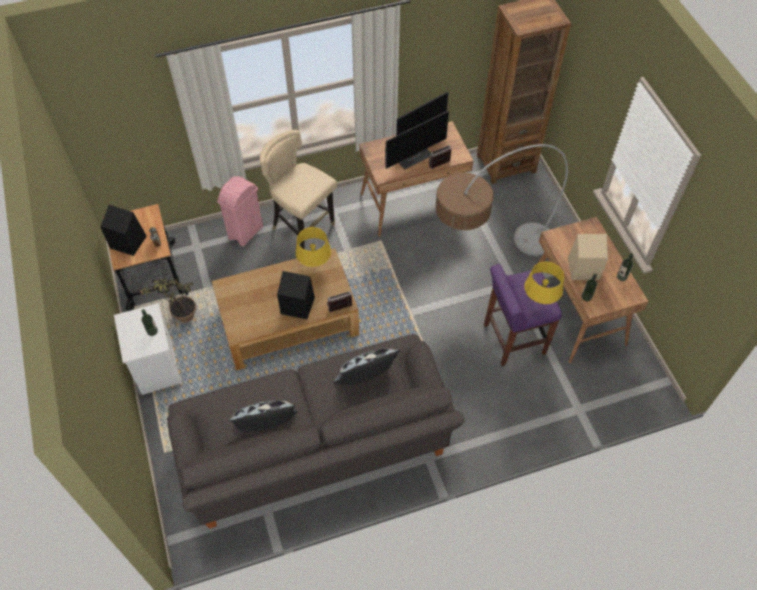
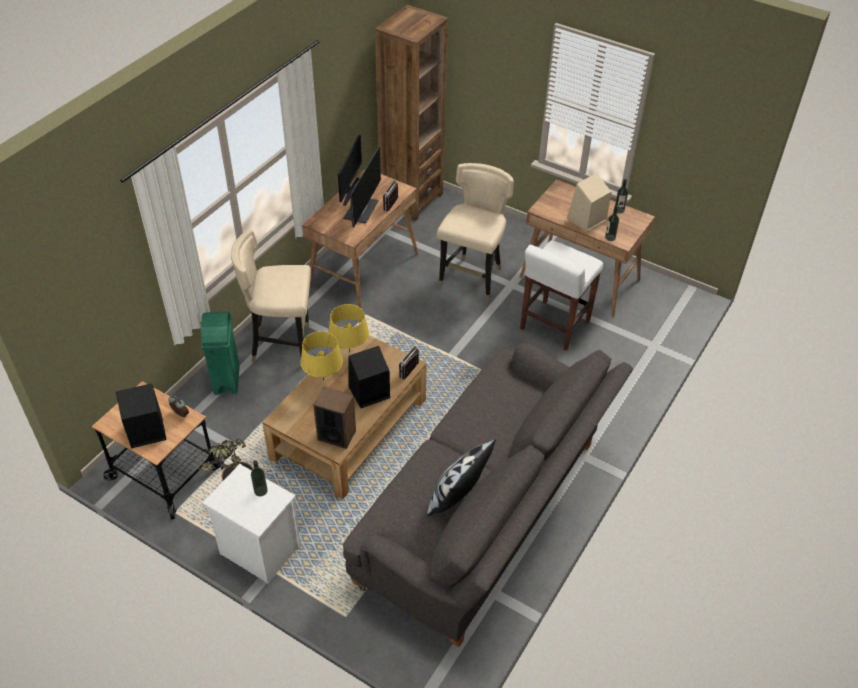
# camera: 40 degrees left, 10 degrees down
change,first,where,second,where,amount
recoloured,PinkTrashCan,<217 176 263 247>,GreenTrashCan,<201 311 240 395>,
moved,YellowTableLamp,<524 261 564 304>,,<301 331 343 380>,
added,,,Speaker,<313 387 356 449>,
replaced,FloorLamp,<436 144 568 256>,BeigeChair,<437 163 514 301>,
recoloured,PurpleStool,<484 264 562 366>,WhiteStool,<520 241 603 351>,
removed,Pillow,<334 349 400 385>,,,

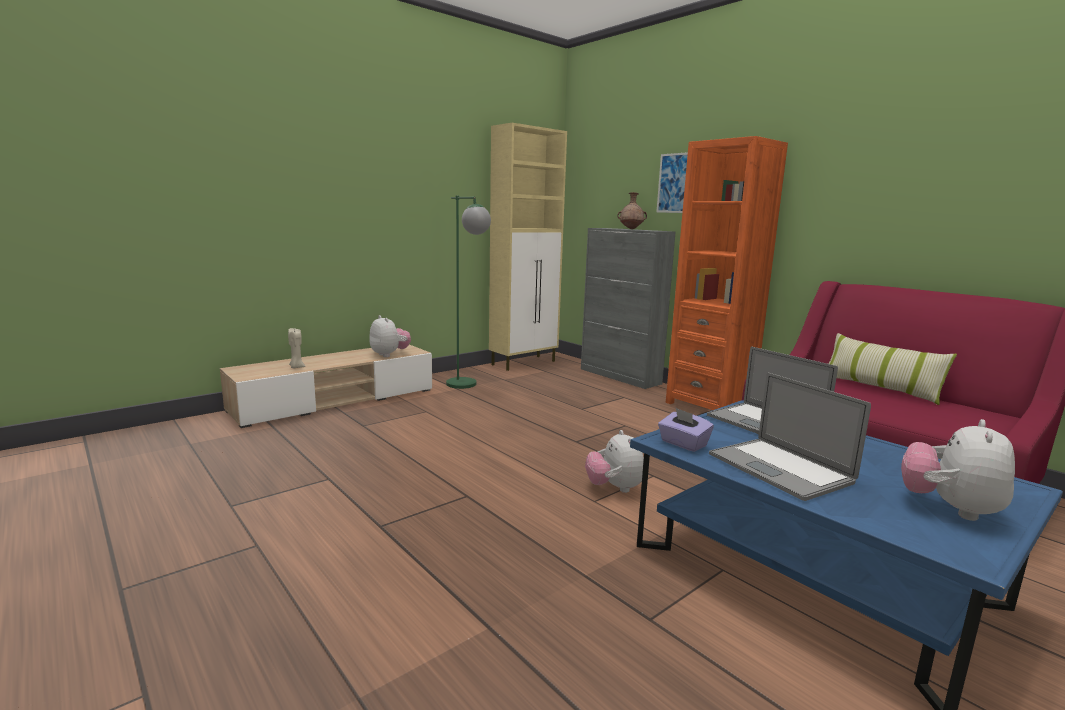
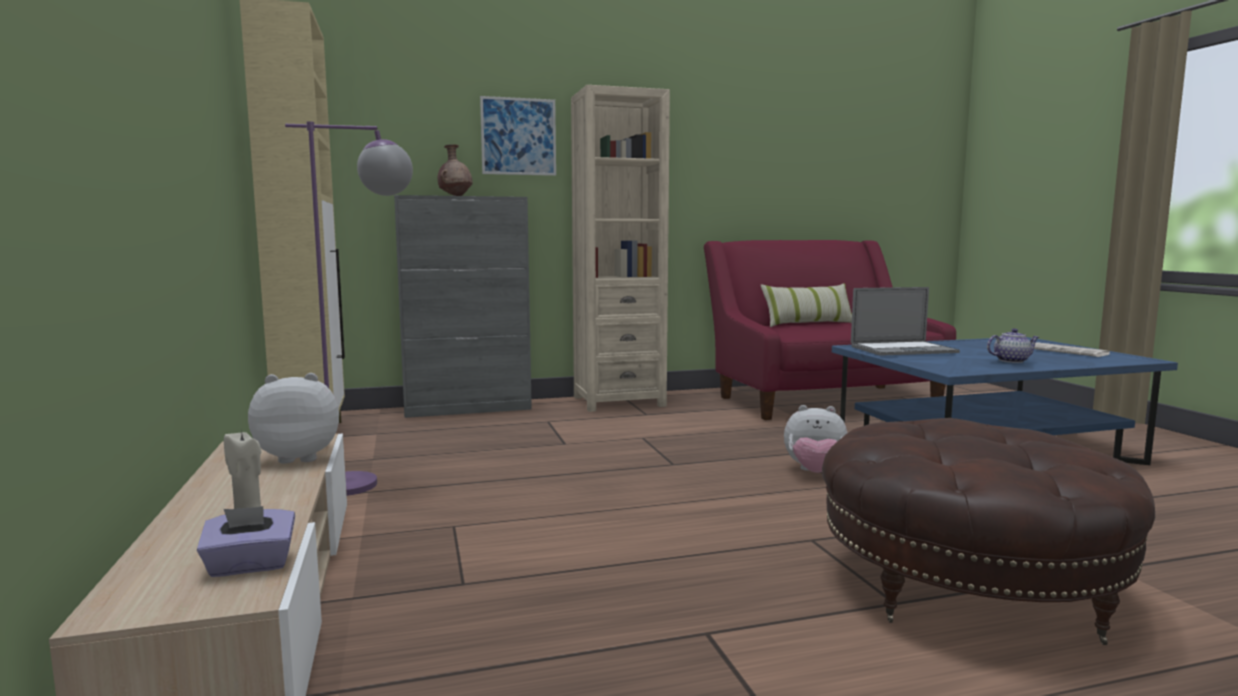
# camera: 65 degrees left, 5 degrees down
change,first,where,second,where,amount
moved,PurpleTissueBox,<658 408 714 452>,,<197 506 295 577>,
recoloured,GreenFloorLamp,<446 196 491 389>,PurpleFloorLamp,<285 121 413 496>,
recoloured,OrangeBookcase,<666 136 788 410>,BeigeBookcase,<571 85 670 412>,
added,,,BrownOttoman,<822 418 1155 645>,
replaced,Laptop,<709 372 871 501>,Teapot,<987 329 1039 363>,
replaced,PlushToy,<901 419 1015 521>,Newspaper,<1034 342 1110 357>,

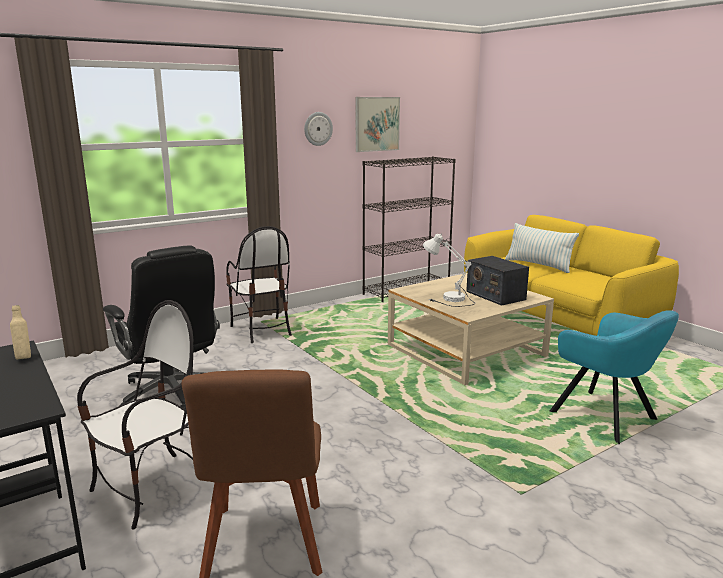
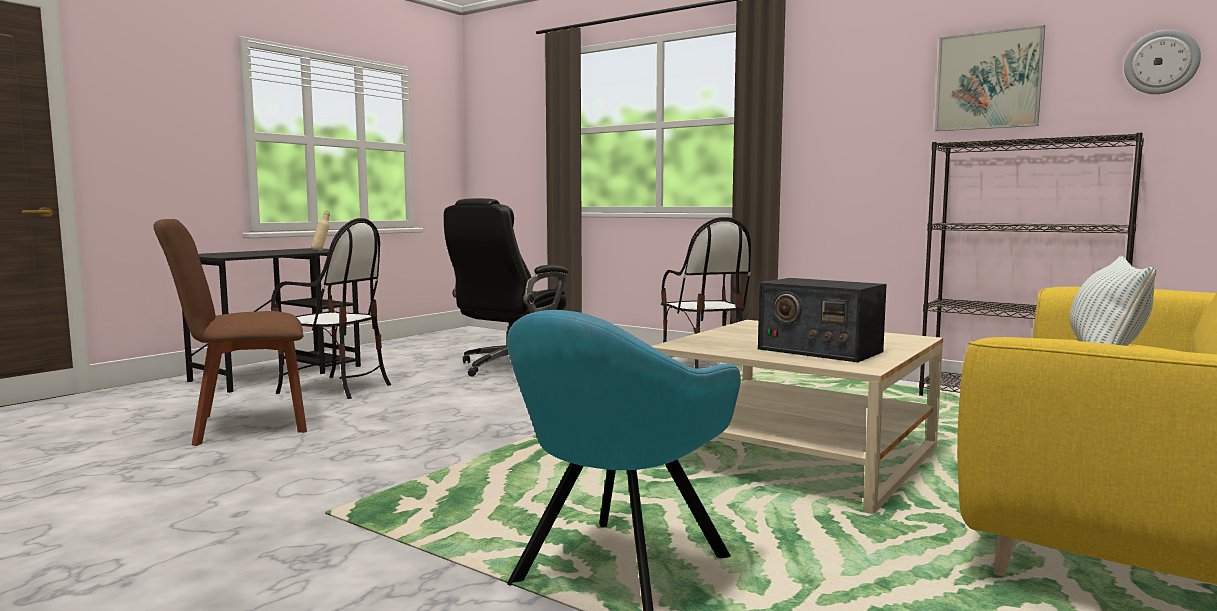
# camera: 70 degrees right, 10 degrees down
change,first,where,second,where,amount
turned,Chair,<226 226 292 343>,,<661 217 751 369>,60 degrees counterclockwise
turned,Radio,<466 256 529 306>,,<758 278 887 362>,90 degrees counterclockwise
moved,WallClock,<304 112 333 146>,,<1124 29 1201 94>,
removed,WhiteTableLamp,<423 233 475 307>,,,

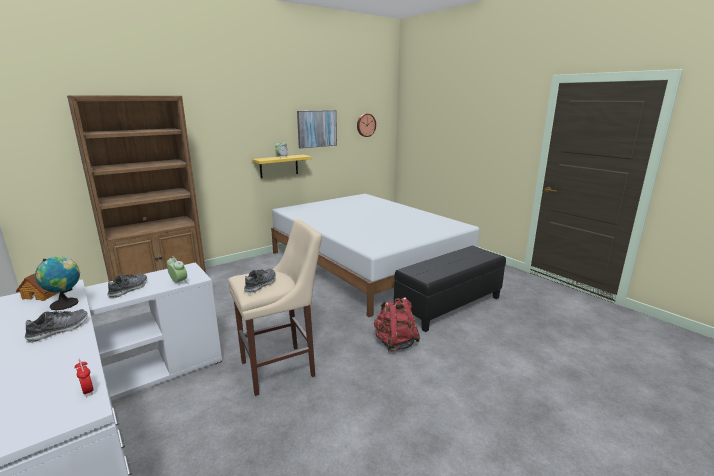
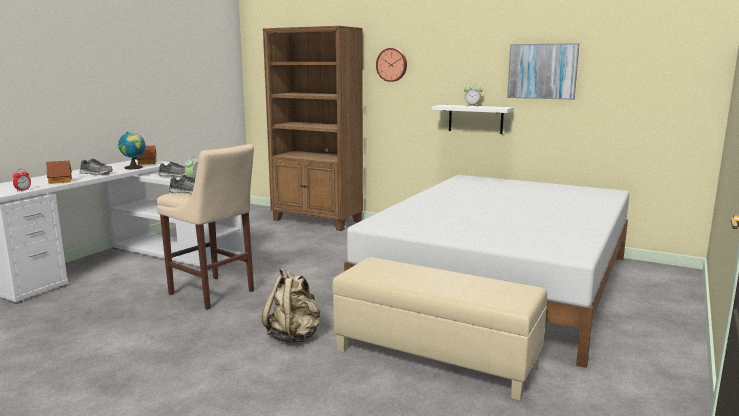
# camera: 65 degrees right, 5 degrees down
change,first,where,second,where,amount
added,,,ToyHouse,<46 161 72 184>,
recoloured,RedBackpack,<374 297 420 352>,BeigeBackpack,<262 268 320 343>,
recoloured,BlackOttoman,<394 246 506 332>,BeigeOttoman,<333 257 547 400>,
moved,WallClock,<357 114 376 137>,,<376 48 407 82>,
recoloured,YellowShelf,<252 155 312 178>,WhiteShelf,<432 105 514 134>,

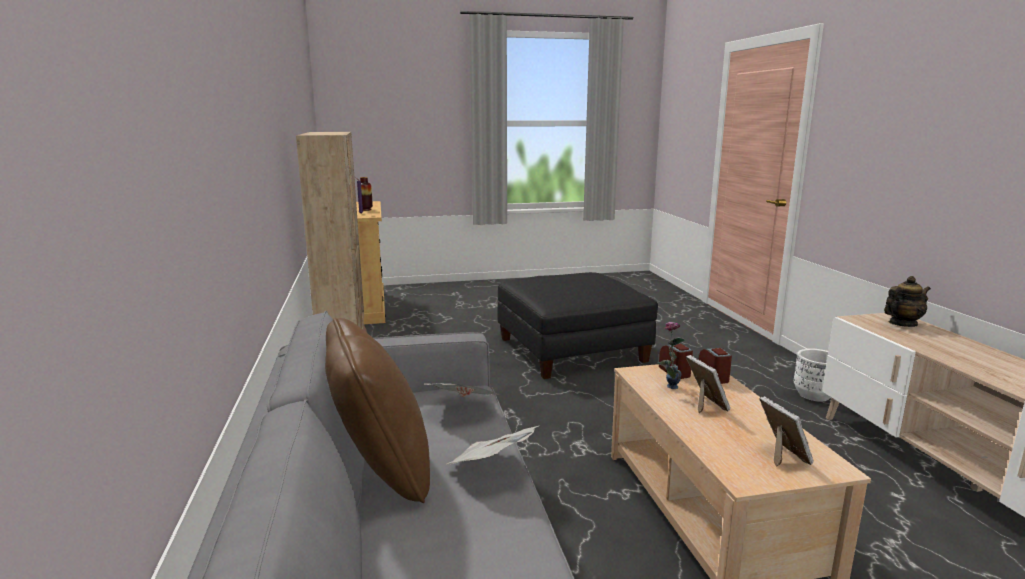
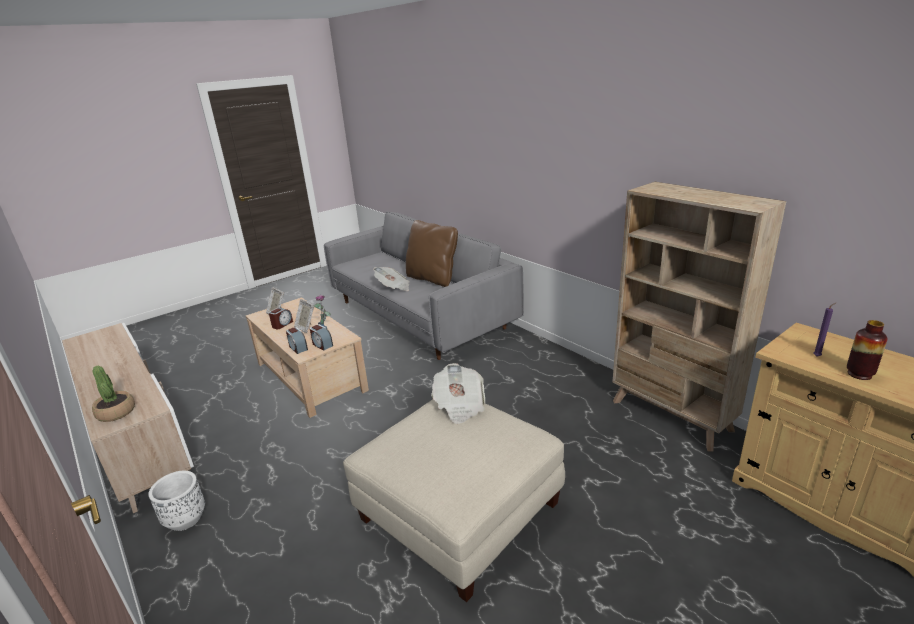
# camera: 155 degrees right, 10 degrees up
change,first,where,second,where,amount
replaced,Teapot,<884 276 931 327>,PottedPlant,<92 366 135 422>,
added,,,AlarmClock,<269 308 293 329>,
recoloured,BlackOttoman,<497 272 658 379>,BeigeOttoman,<343 399 565 602>,
moved,Newspaper,<424 383 500 397>,,<431 363 485 424>,

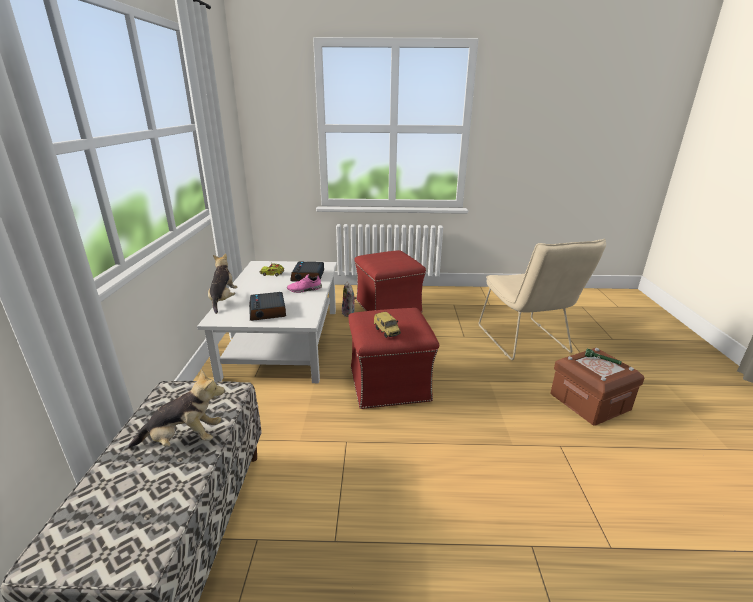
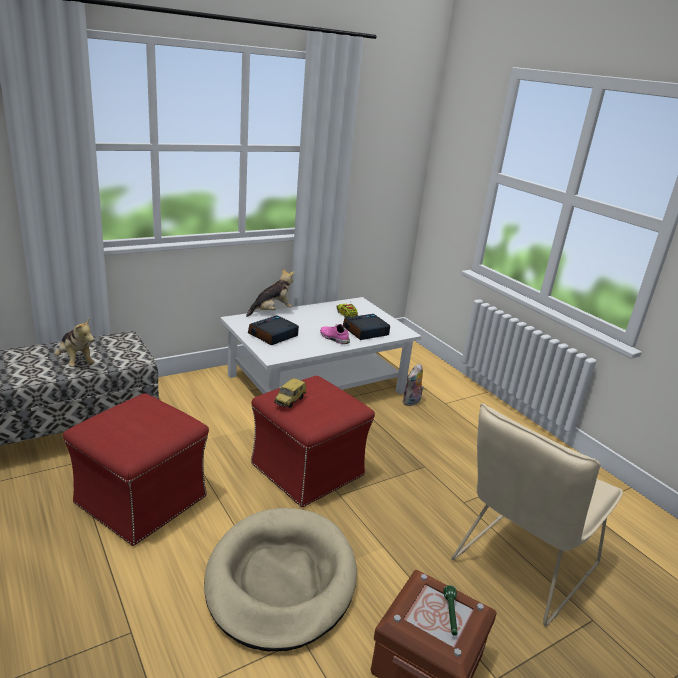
# camera: 55 degrees right, 0 degrees up
change,first,where,second,where,amount
moved,RedOttoman,<354 250 426 313>,,<63 393 209 546>,
added,,,BeigeDogBed,<204 508 357 652>,

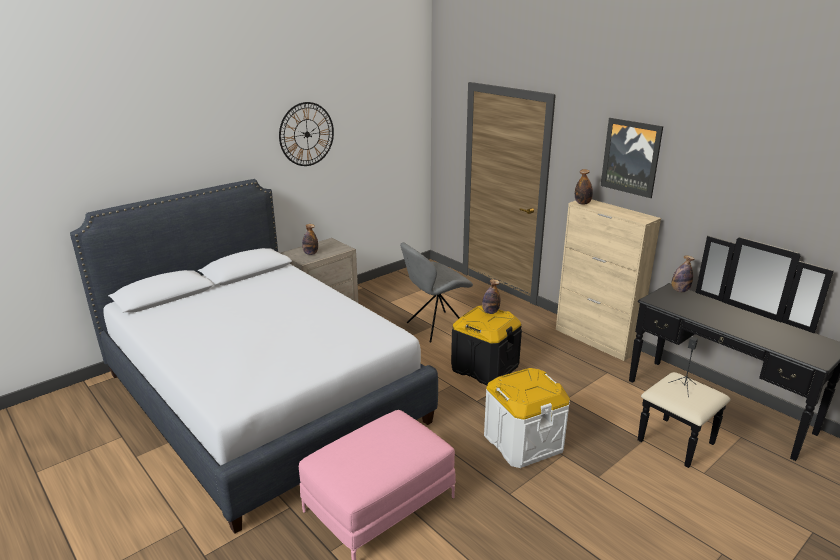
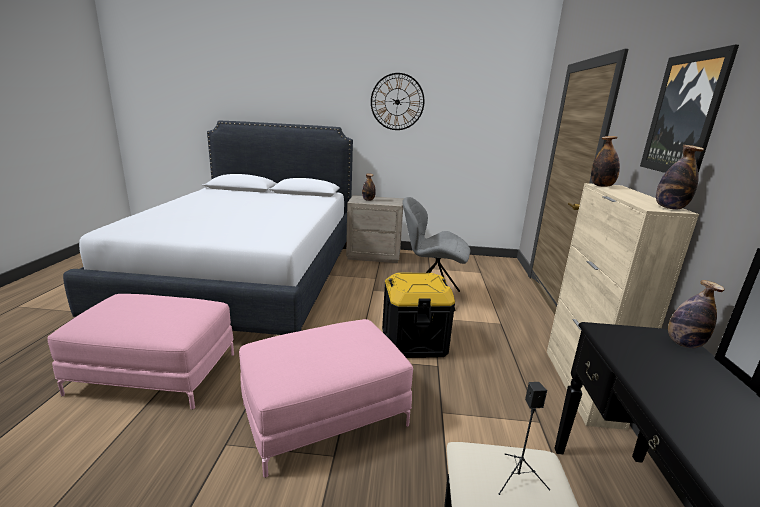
# camera: 45 degrees right, 5 degrees down
change,first,where,second,where,amount
replaced,WhiteStorageBox,<484 368 570 468>,PinkOttoman,<239 319 413 478>,
moved,Bottle,<482 279 500 314>,,<656 145 704 210>,

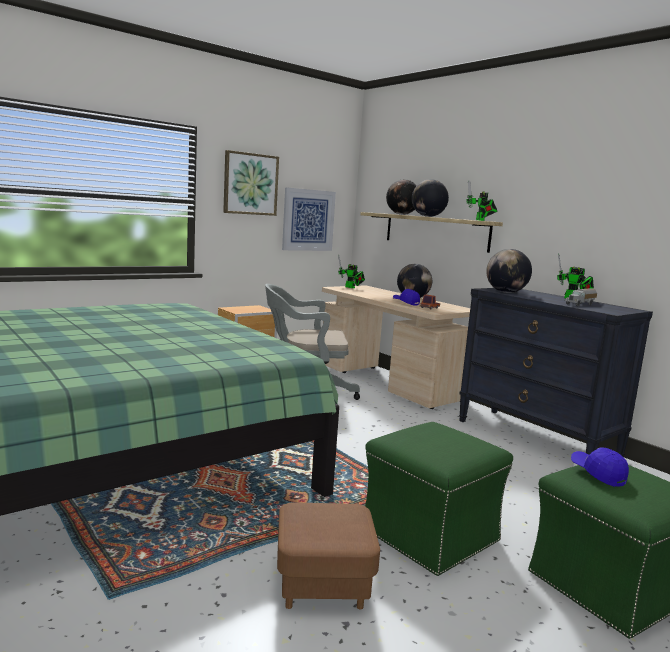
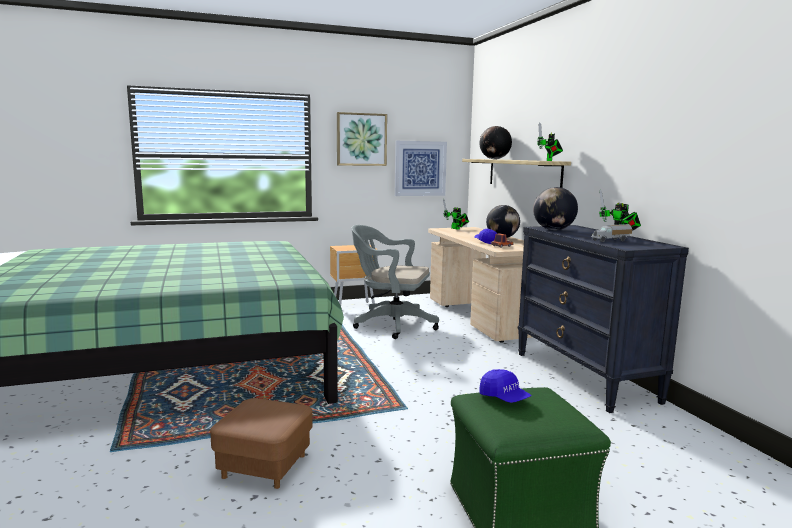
# camera: 20 degrees right, 0 degrees up
change,first,where,second,where,amount
turned,BlueCap,<571 447 629 487>,,<479 369 532 403>,150 degrees clockwise
removed,GreenOttoman,<365 422 513 576>,,,
removed,Globe,<412 179 449 217>,,,

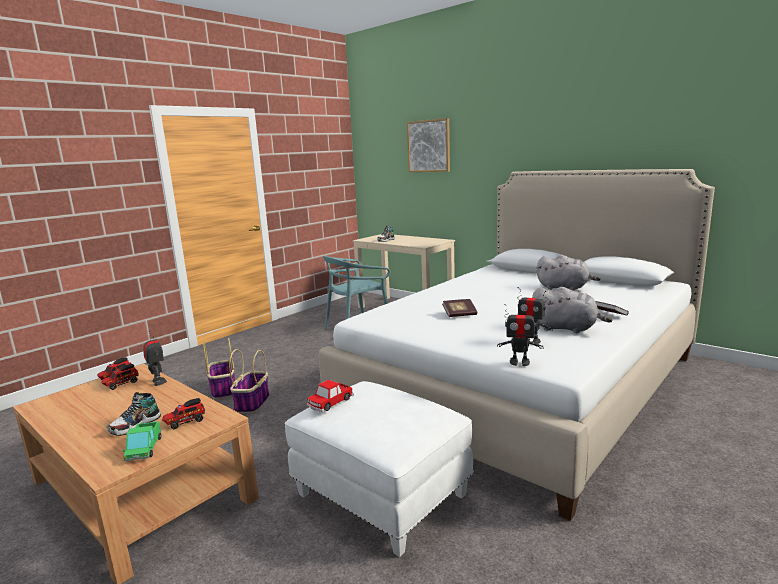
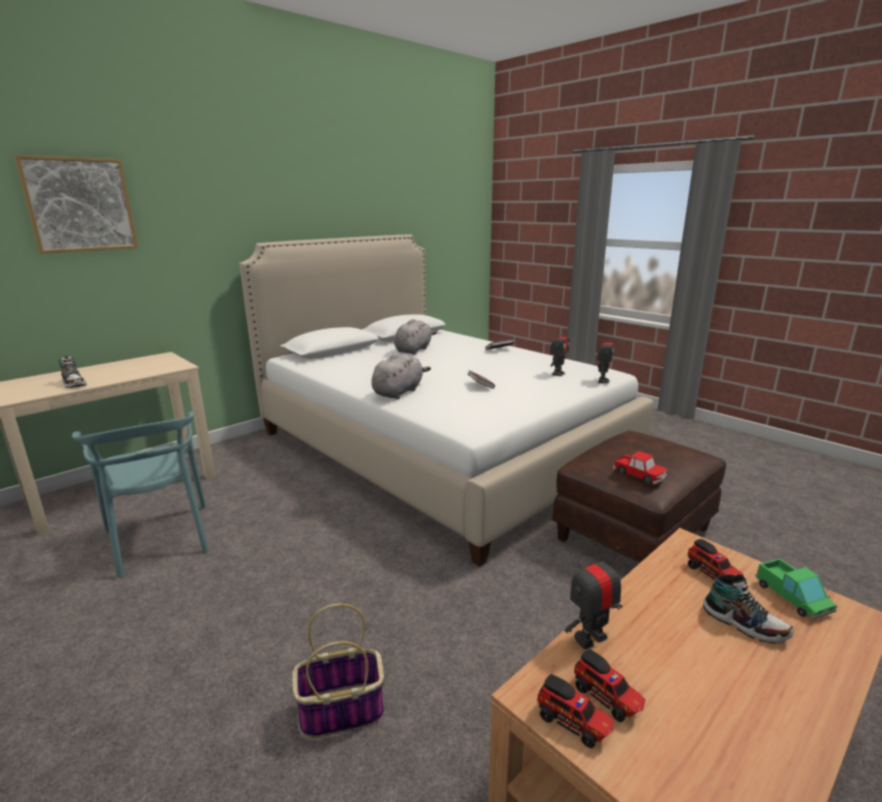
# camera: 85 degrees left, 5 degrees up
change,first,where,second,where,amount
moved,GreyPlushToy,<532 287 612 333>,,<371 353 431 399>,
recoloured,WhiteOttoman,<285 381 474 557>,BrownOttoman,<552 431 726 563>,
turned,ToyTruck,<122 421 161 461>,,<755 558 837 619>,75 degrees clockwise
removed,Basket,<229 349 270 413>,,,

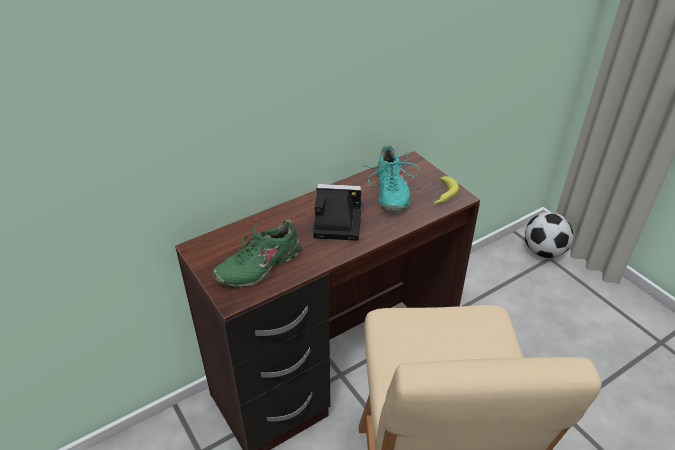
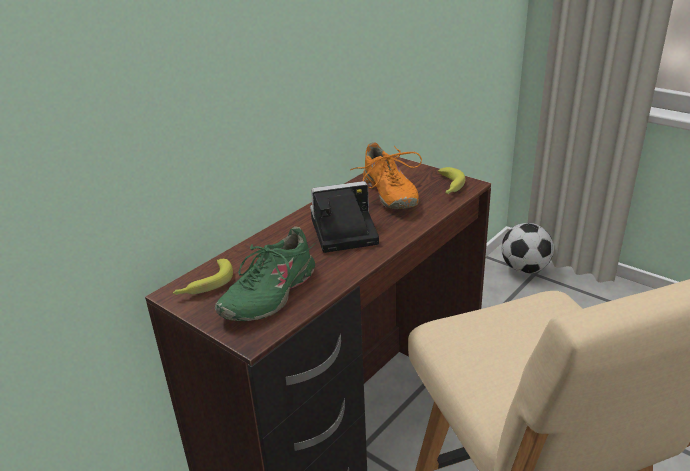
# camera: 15 degrees left, 10 degrees down
change,first,where,second,where,amount
added,,,Banana,<173 259 233 295>,
recoloured,TurquoiseShoe,<362 145 420 212>,OrangeShoe,<350 142 422 209>,

